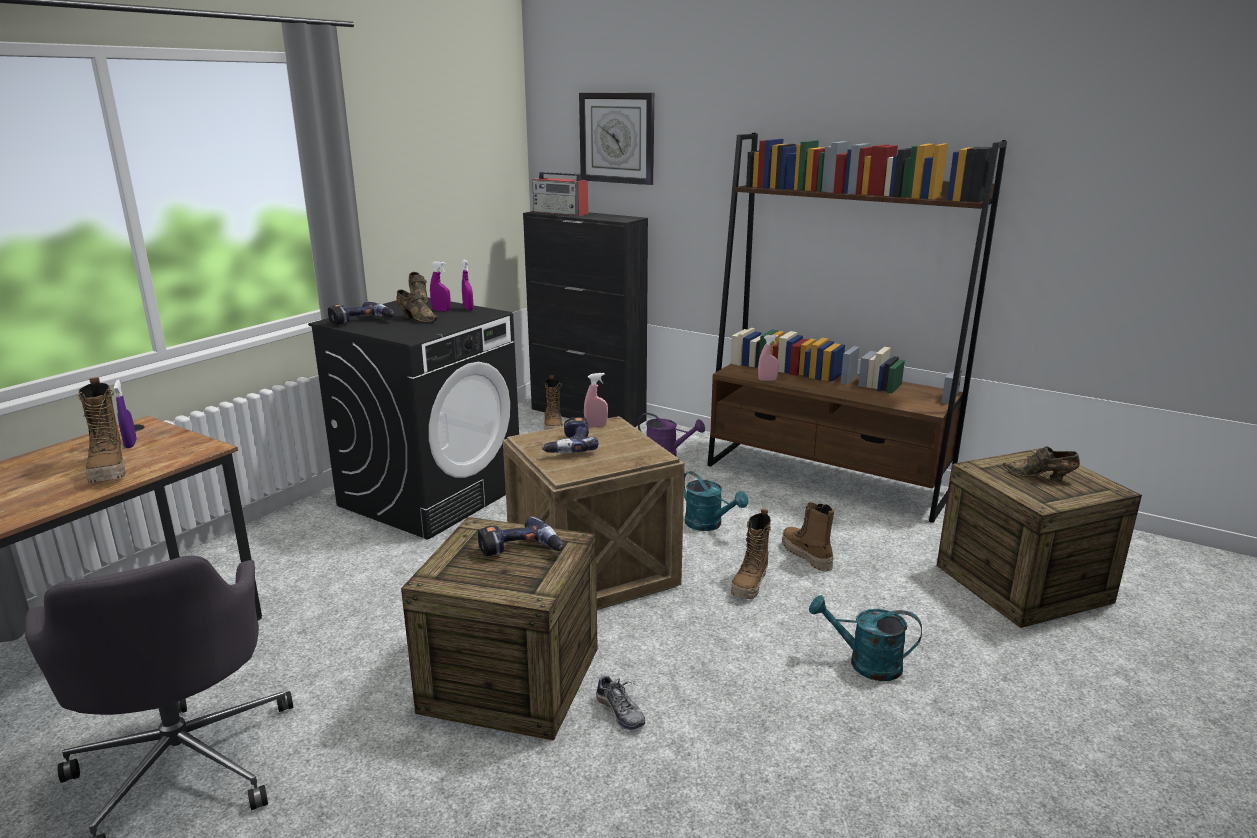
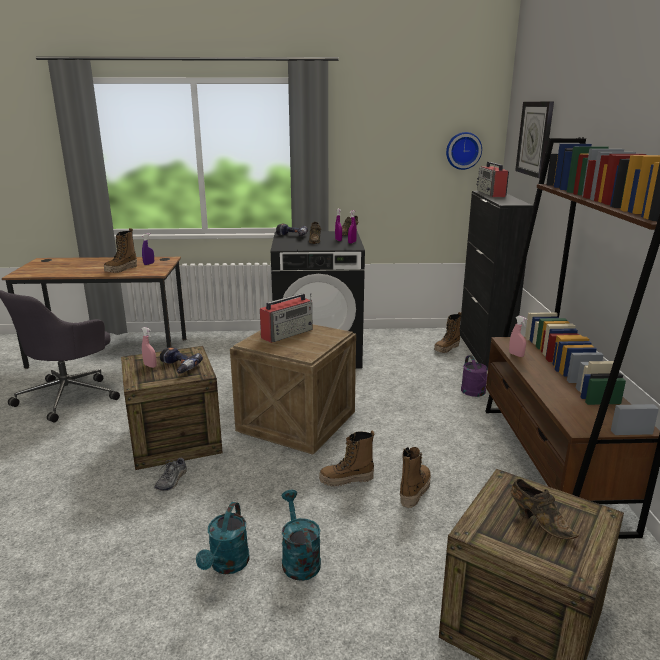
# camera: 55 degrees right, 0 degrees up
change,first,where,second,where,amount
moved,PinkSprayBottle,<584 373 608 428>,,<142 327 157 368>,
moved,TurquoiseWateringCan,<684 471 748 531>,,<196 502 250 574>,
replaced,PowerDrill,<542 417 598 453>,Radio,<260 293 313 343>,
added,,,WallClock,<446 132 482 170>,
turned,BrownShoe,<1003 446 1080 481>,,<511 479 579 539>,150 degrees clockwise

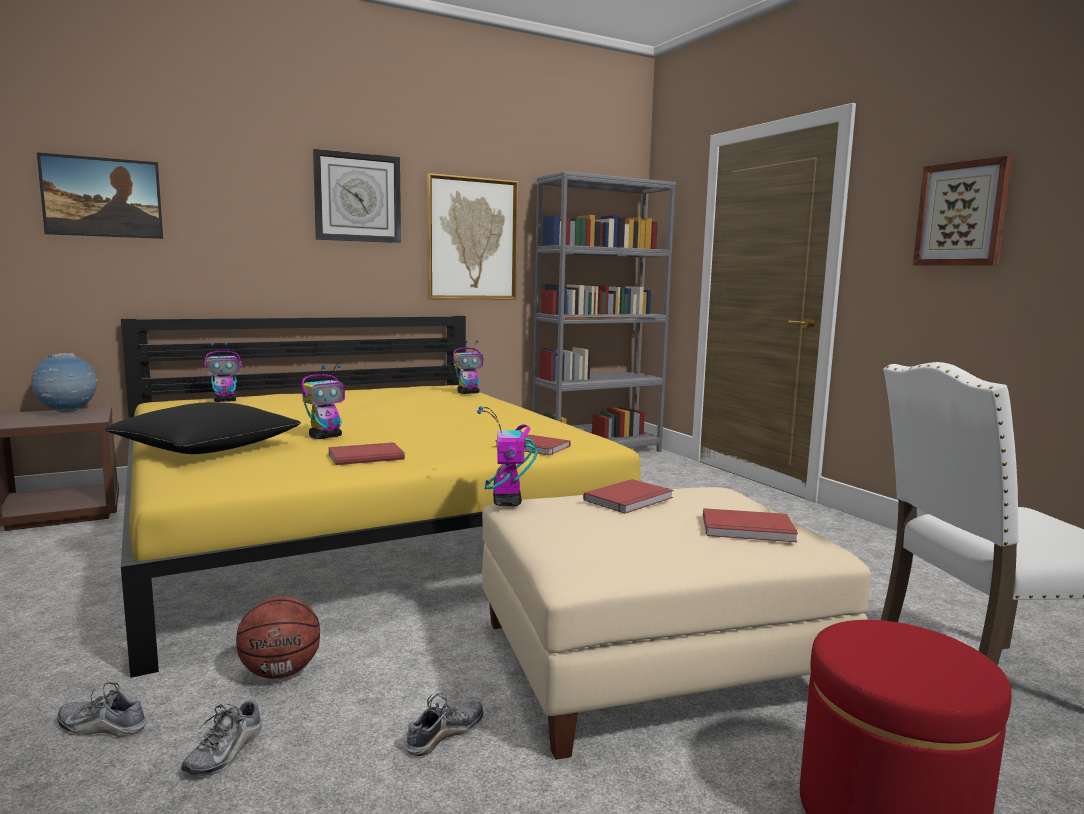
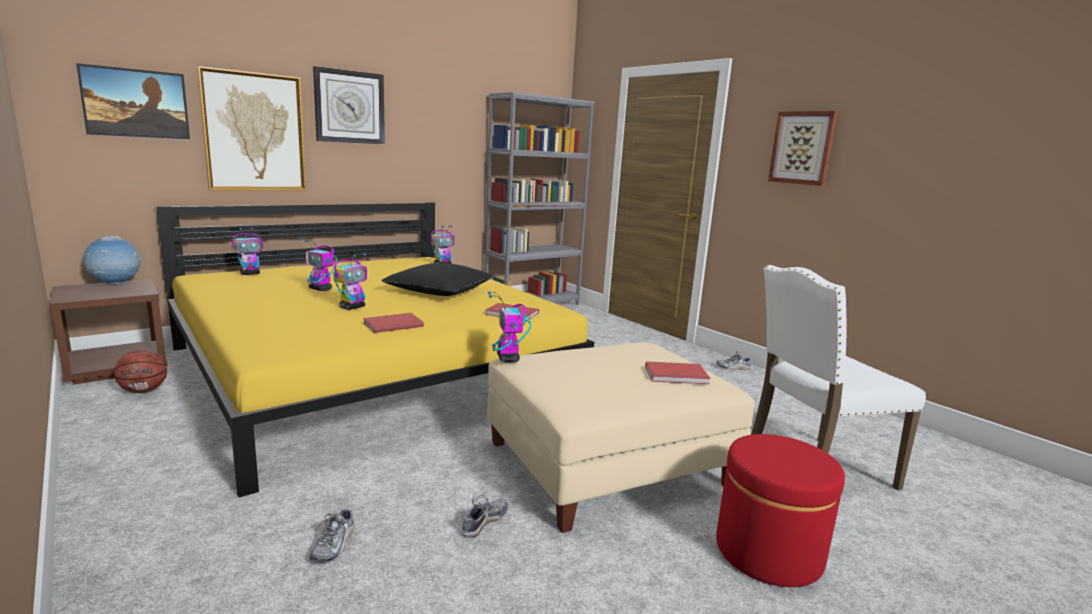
# camera: 10 degrees left, 5 degrees up
change,first,where,second,where,amount
moved,Basketball,<236 596 320 679>,,<114 350 167 393>,
moved,Picture,<427 173 518 300>,,<197 66 306 191>,
added,,,ToyRobot,<298 238 337 291>,
moved,BlackPillow,<104 402 301 454>,,<382 263 494 296>,
moved,Shoe,<58 682 146 737>,,<716 351 751 370>,
removed,RedBook,<583 479 673 514>,,,

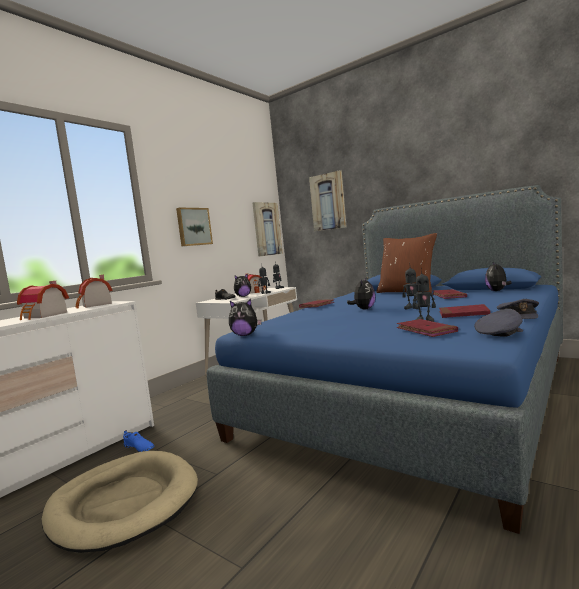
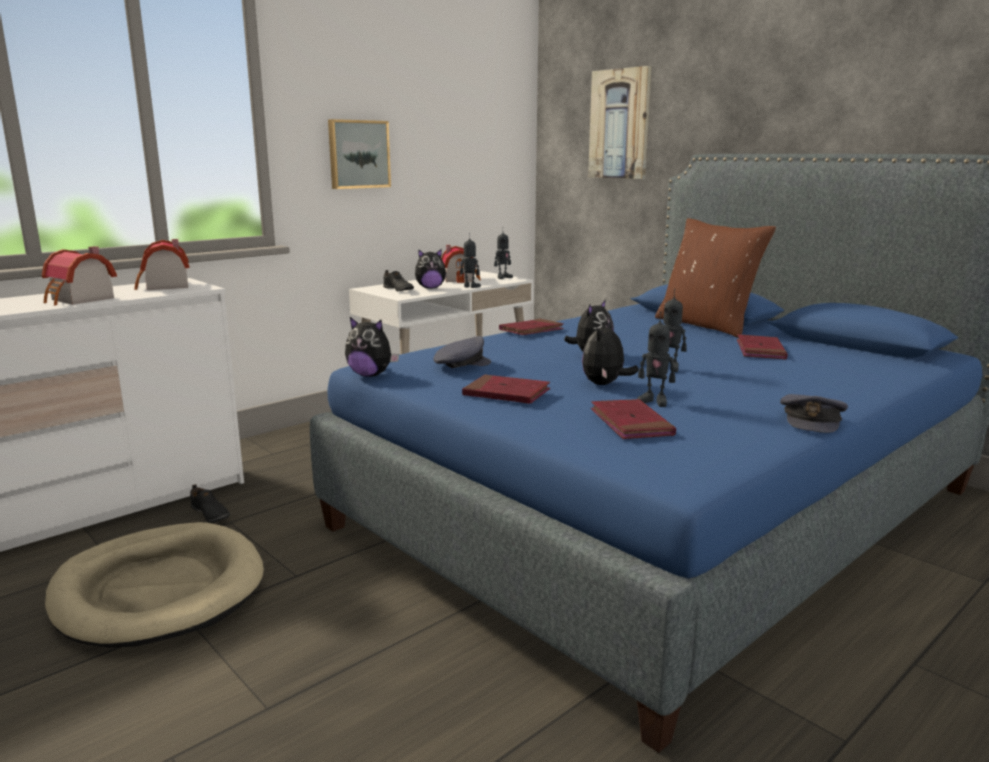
# camera: 10 degrees right, 10 degrees up
change,first,where,second,where,amount
recoloured,BlueShoe,<123 430 154 452>,BlackShoe,<190 484 230 523>,
moved,GreyCap,<474 309 523 337>,,<433 336 491 368>,
moved,RedBook,<439 304 491 318>,,<462 374 550 404>,
moved,PlushToy,<485 262 512 291>,,<582 320 639 385>,
removed,Picture,<252 202 283 256>,,,

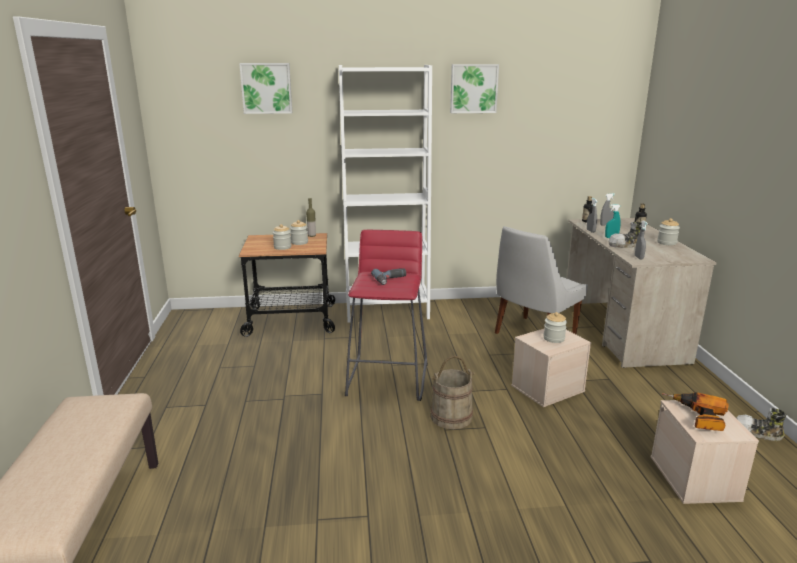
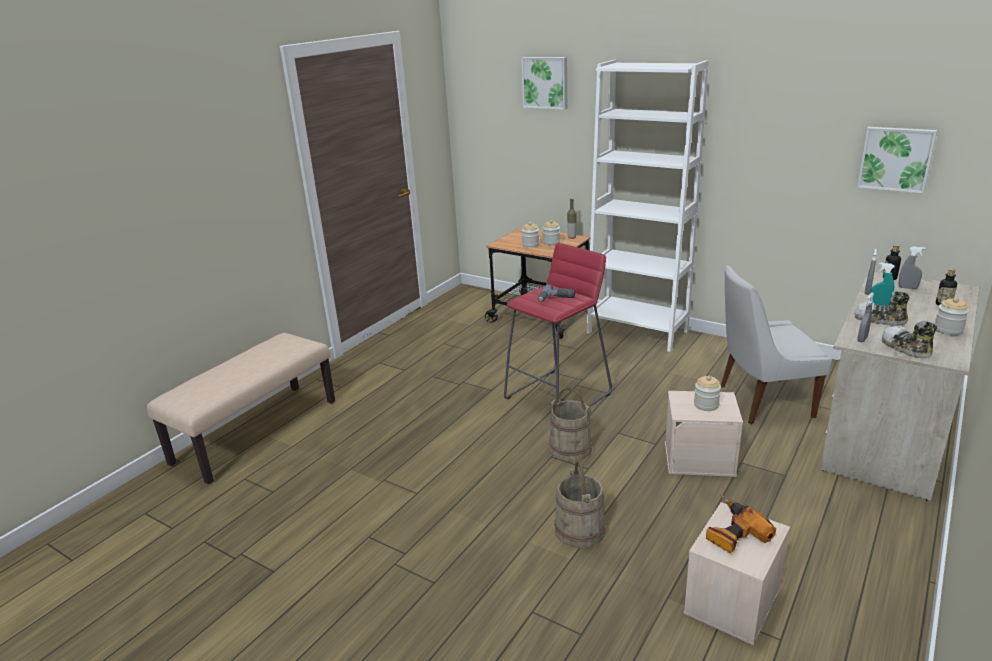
# camera: 40 degrees right, 5 degrees up
change,first,where,second,where,amount
added,,,BeigeBucket,<554 461 606 548>,
moved,Picture,<450 64 499 113>,,<857 127 937 193>,
moved,Shoe,<737 408 786 441>,,<882 321 937 358>,

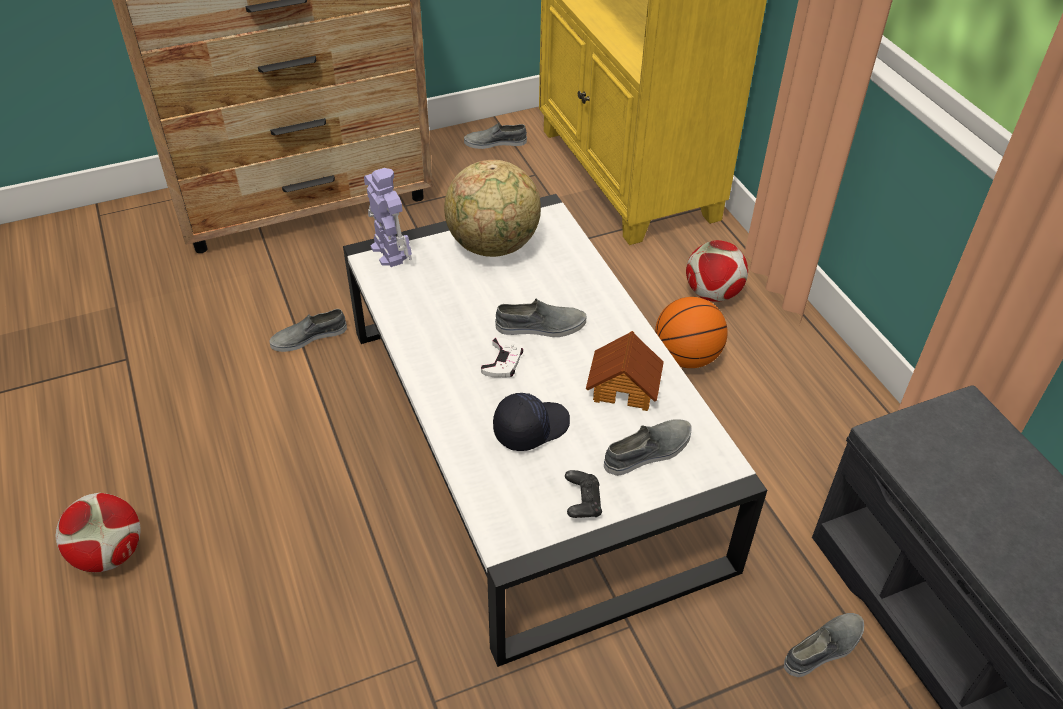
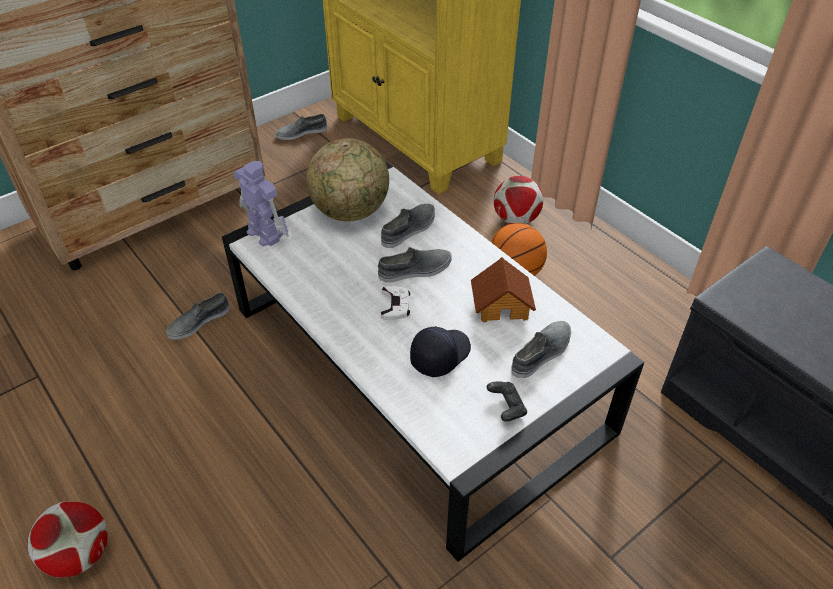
# camera: 15 degrees left, 0 degrees up
change,first,where,second,where,amount
moved,GreyShoe,<784 613 864 677>,,<381 204 435 248>,

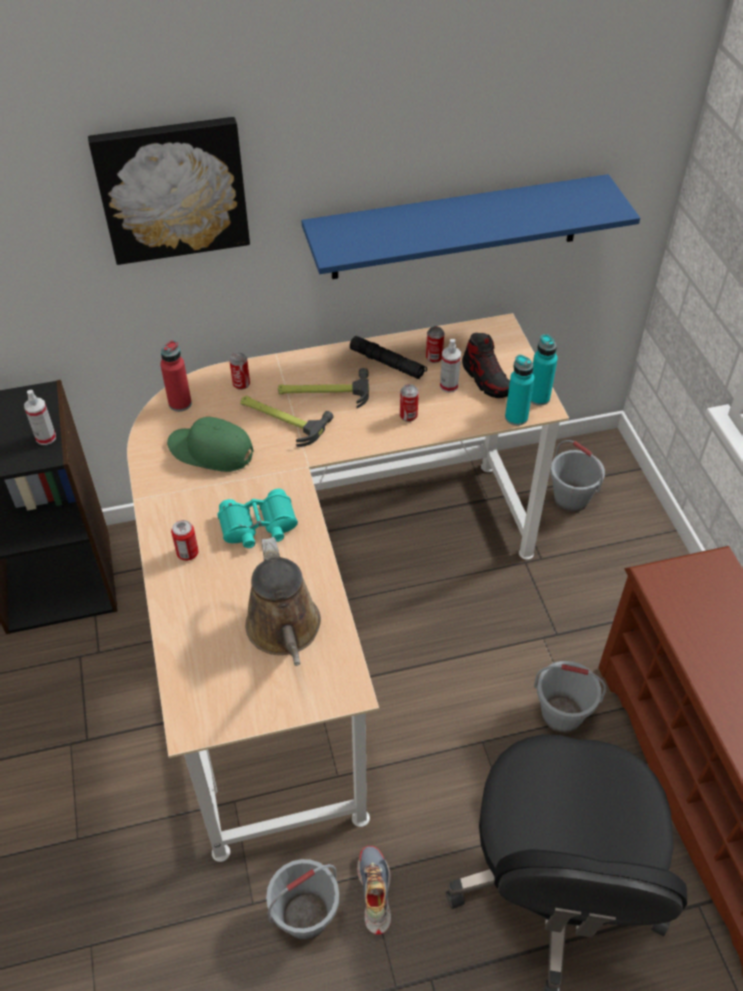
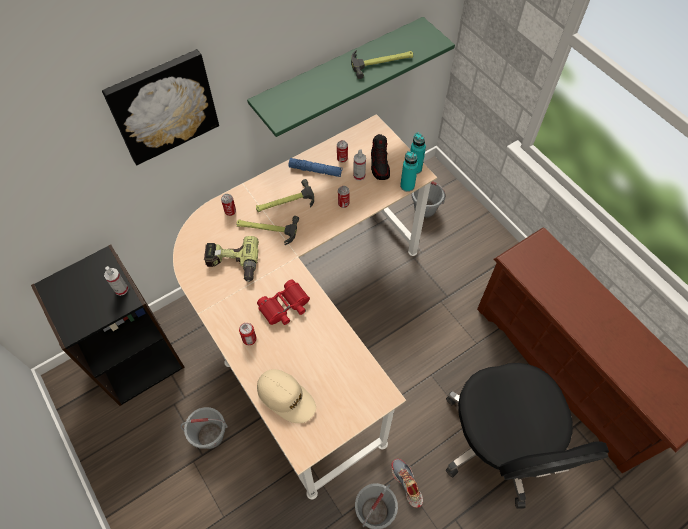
# camera: 20 degrees left, 10 degrees up
change,first,where,second,where,amount
moved,GreyBucket,<534 661 606 733>,,<180 407 228 449>,
replaced,GreenCap,<167 417 254 472>,PowerDrill,<204 236 259 282>,
recoloured,BlueShelf,<302 174 640 279>,GreenShelf,<247 17 455 137>,
recoloured,TurquoiseBinoculars,<217 489 298 548>,RedBinoculars,<257 279 310 325>,
added,,,BeigeCap,<257 369 316 423>,
recoloured,BlackFlashlight,<350 336 427 379>,BlueFlashlight,<289 158 343 177>,
added,,,Hammer,<351 50 413 79>,
turned,Shoe,<462 333 510 398>,,<371 134 390 180>,45 degrees clockwise
removed,RedBottle,<160 340 192 412>,,,
removed,BrownWateringCan,<245 537 321 666>,,,

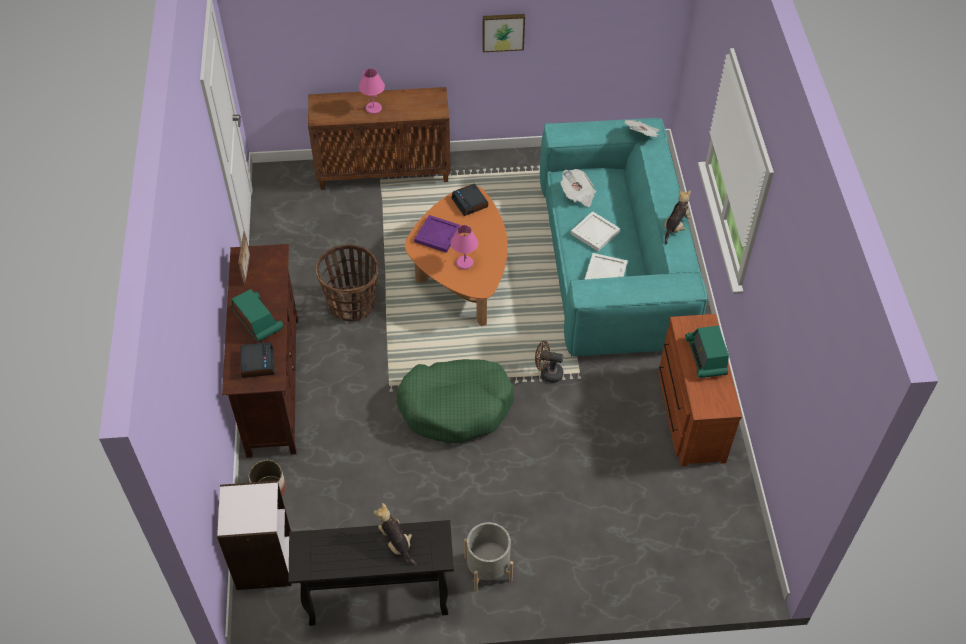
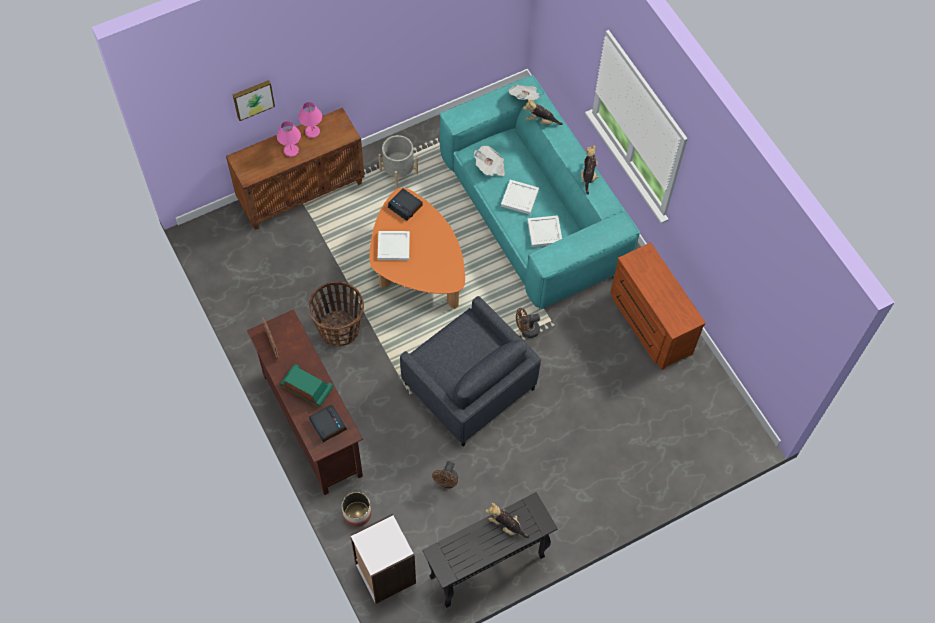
# camera: 25 degrees left, 10 degrees up
change,first,where,second,where,amount
moved,Picture,<483 14 525 52>,,<233 80 275 121>,
moved,PinkTableLamp,<451 225 478 270>,,<298 102 322 138>,
moved,GreyPlanter,<464 522 513 591>,,<378 135 418 188>,
recoloured,PurpleTray,<414 215 461 253>,WhiteTray,<378 231 410 260>,
replaced,GreenDogBed,<396 359 514 443>,GreyArmchair,<400 296 541 447>,
added,,,BrownFan,<432 461 458 488>,
added,,,PlushToy,<523 99 563 125>,
removed,Radio,<685 325 729 378>,,,

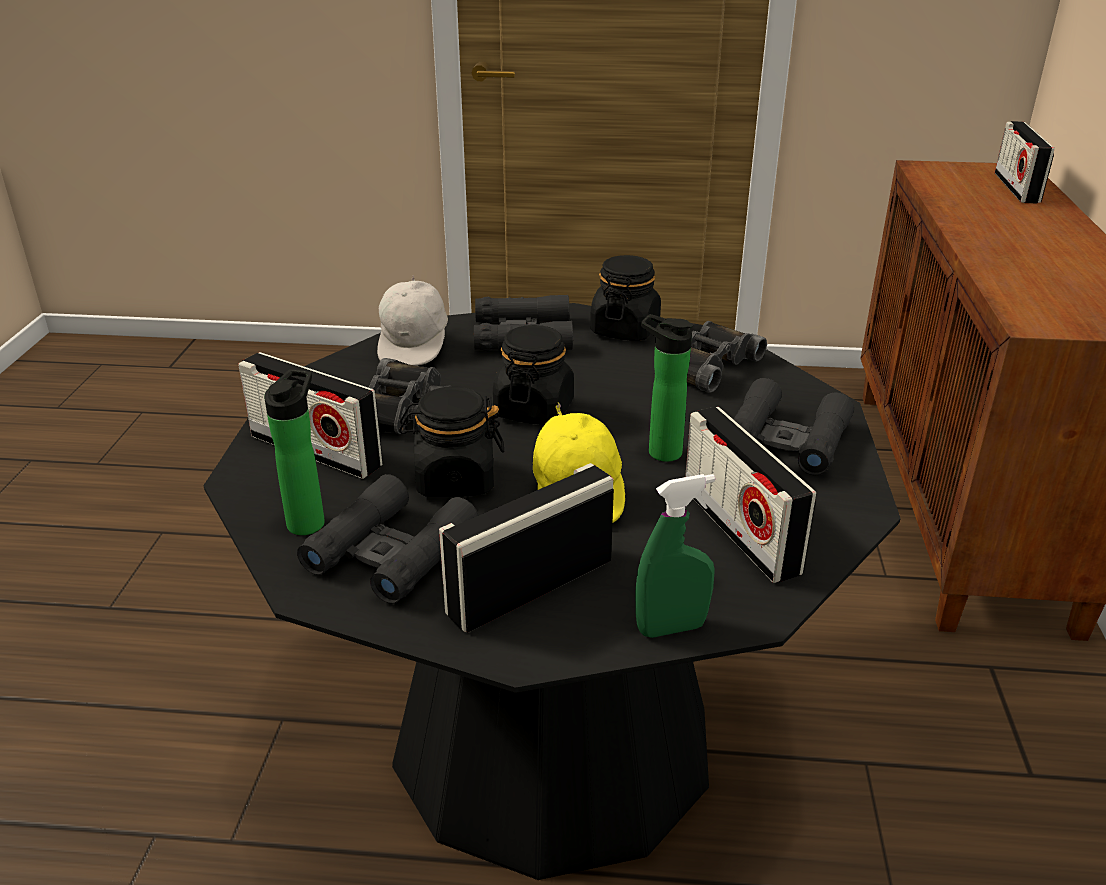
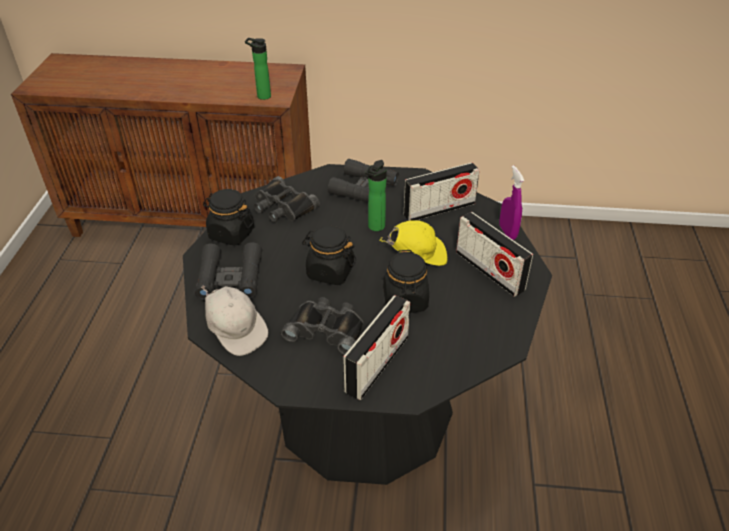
# camera: 90 degrees left, 10 degrees up
change,first,where,second,where,amount
turned,WhiteCap,<377 275 448 366>,,<201 285 268 356>,45 degrees clockwise
moved,Bottle,<264 369 325 535>,,<245 38 271 100>,
recoloured,GreenSprayBottle,<635 474 715 638>,PurpleSprayBottle,<499 165 524 240>,
removed,BlackBinoculars,<297 474 479 604>,,,
removed,Radio,<995 121 1055 203>,,,

